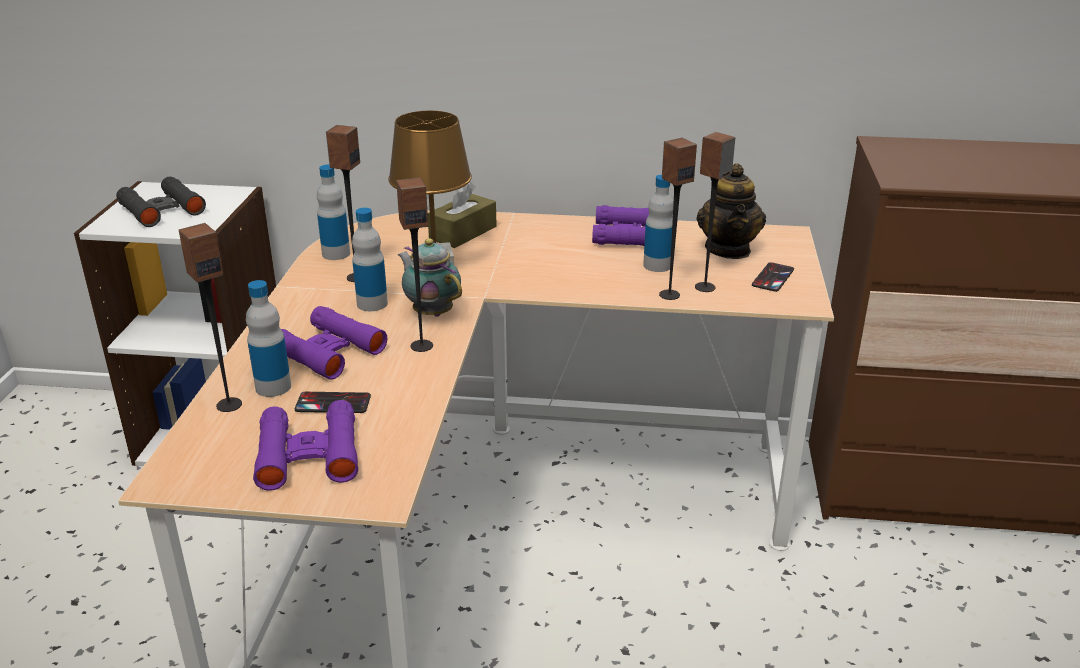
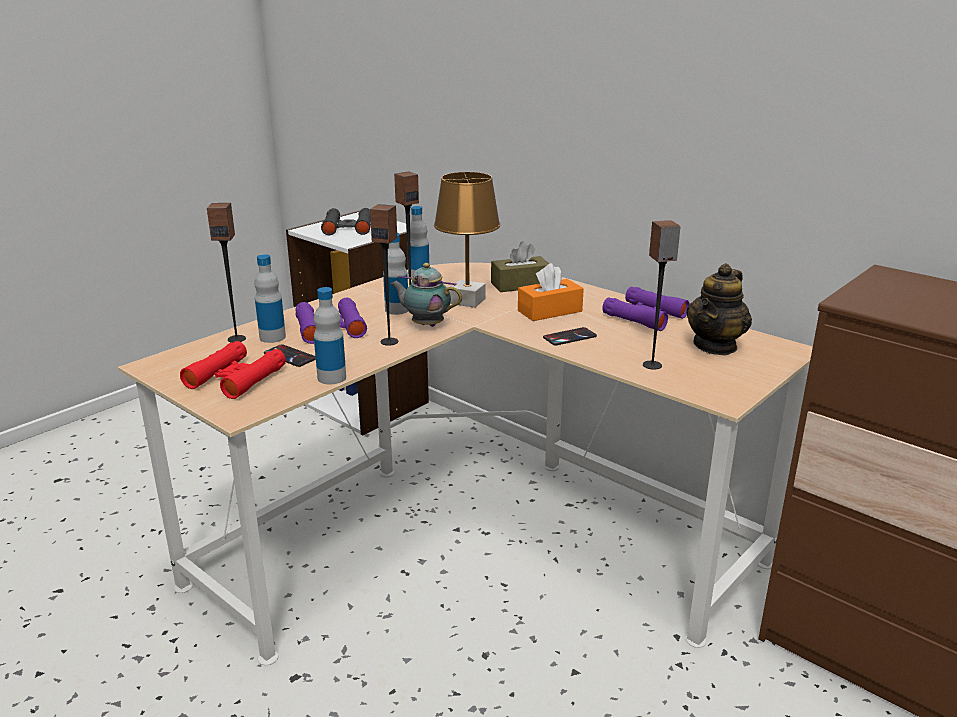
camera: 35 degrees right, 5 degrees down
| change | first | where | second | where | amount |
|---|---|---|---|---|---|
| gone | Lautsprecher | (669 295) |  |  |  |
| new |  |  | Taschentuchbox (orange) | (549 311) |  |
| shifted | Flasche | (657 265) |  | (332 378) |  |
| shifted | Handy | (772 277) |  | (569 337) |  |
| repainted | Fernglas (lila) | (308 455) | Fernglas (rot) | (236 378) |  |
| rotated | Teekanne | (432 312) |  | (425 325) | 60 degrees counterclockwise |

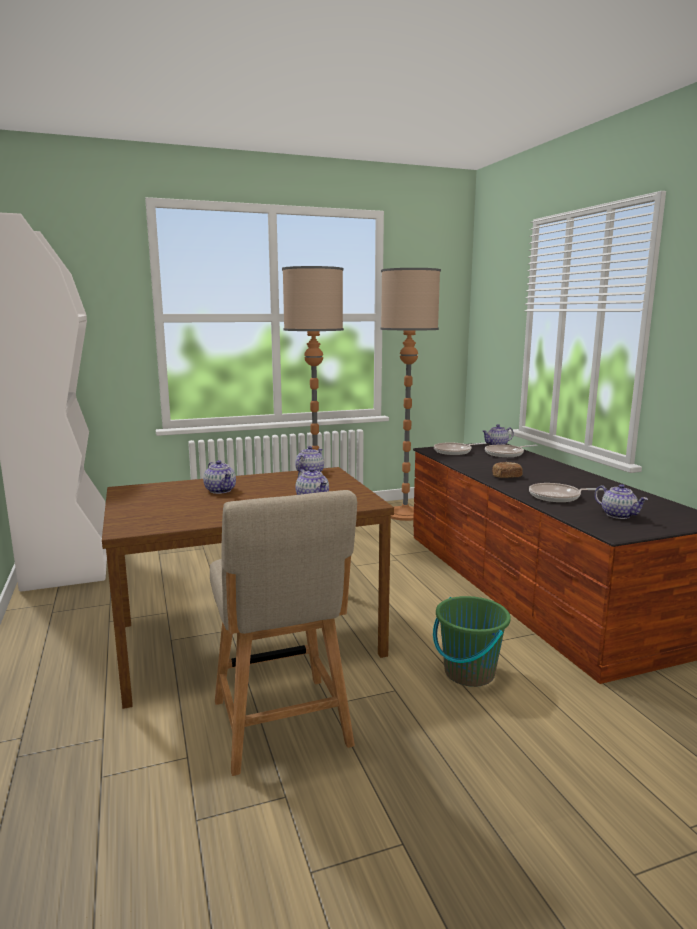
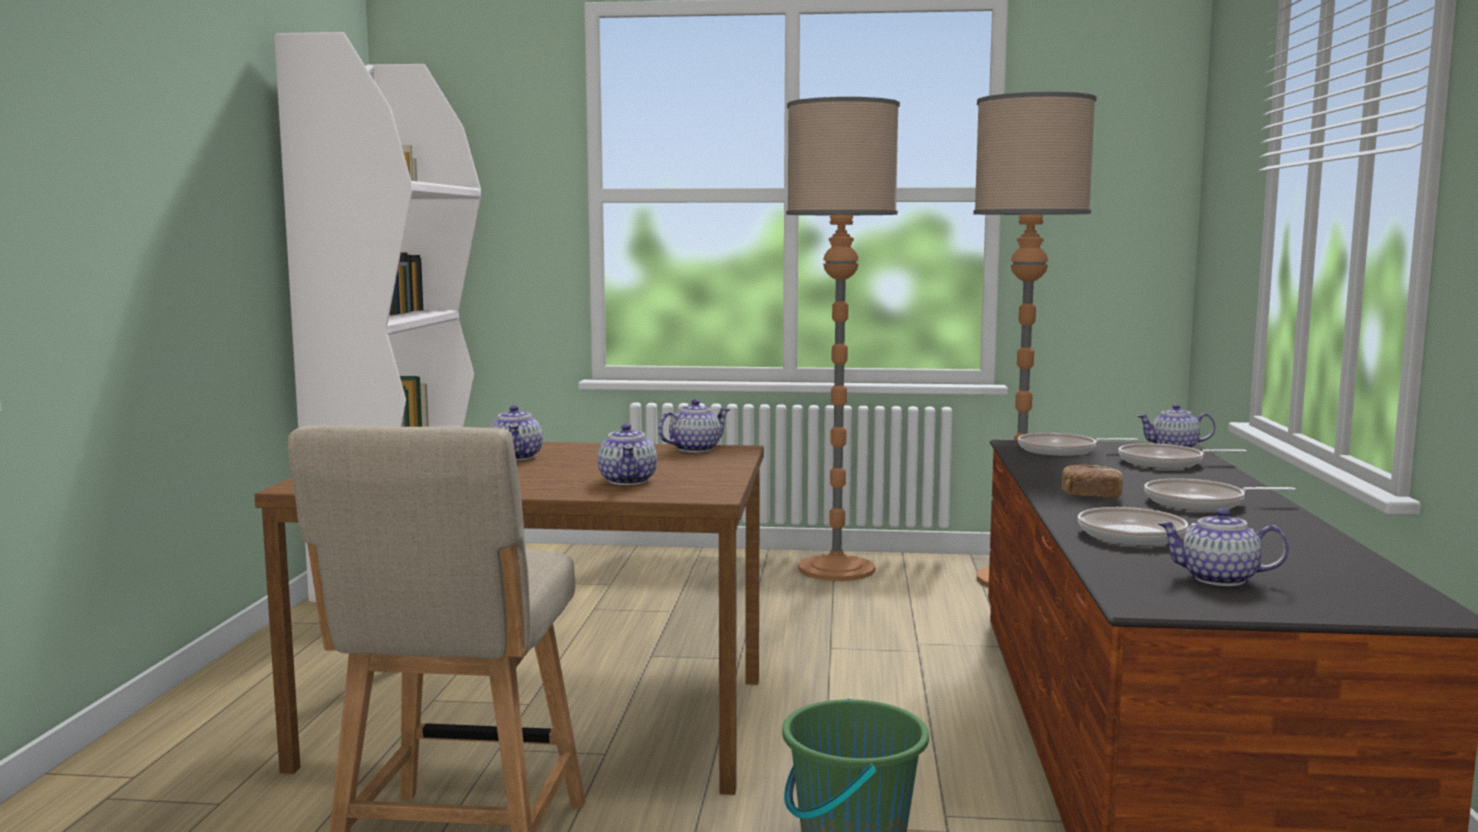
camera: 25 degrees right, 5 degrees down
| change | first | where | second | where | amount |
|---|---|---|---|---|---|
| new |  |  | Pfanne | (1200 503) |  |
| rotated | Teekanne | (618 515) |  | (1218 579) | 120 degrees clockwise |

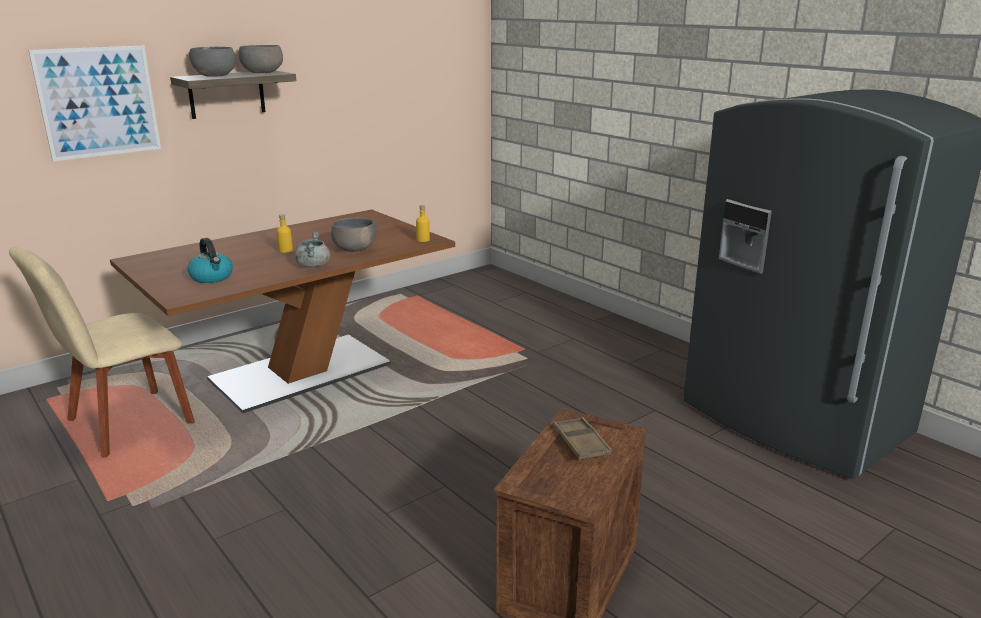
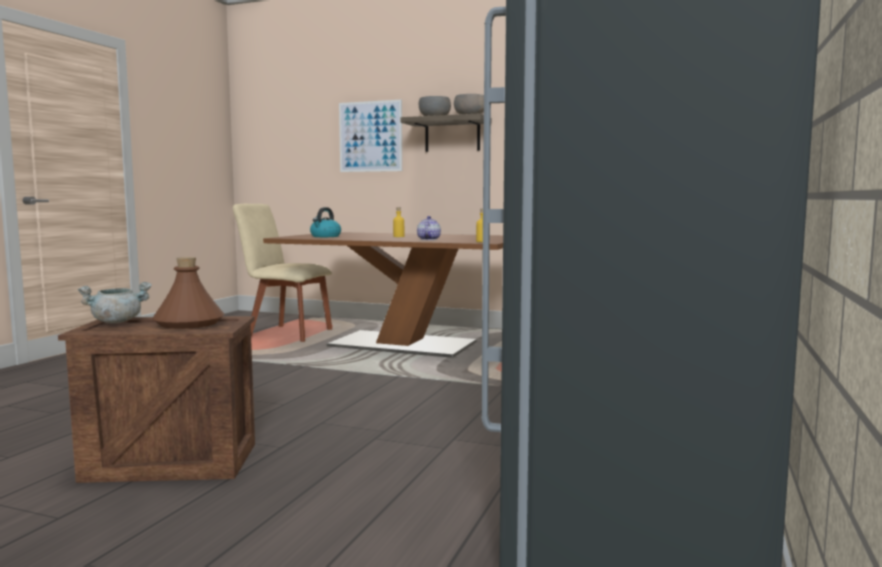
camera: 60 degrees right, 15 degrees down
| change | first | where | second | where | amount |
|---|---|---|---|---|---|
| shifted | Kochtopf (grau) | (313 265) |  | (117 322) |  |
| swapped | Schüssel (grau) | (354 249) | Teekanne | (428 239) |  |
| swapped | Tablett (braun) | (580 443) | Flasche (braun) | (189 323) |  |

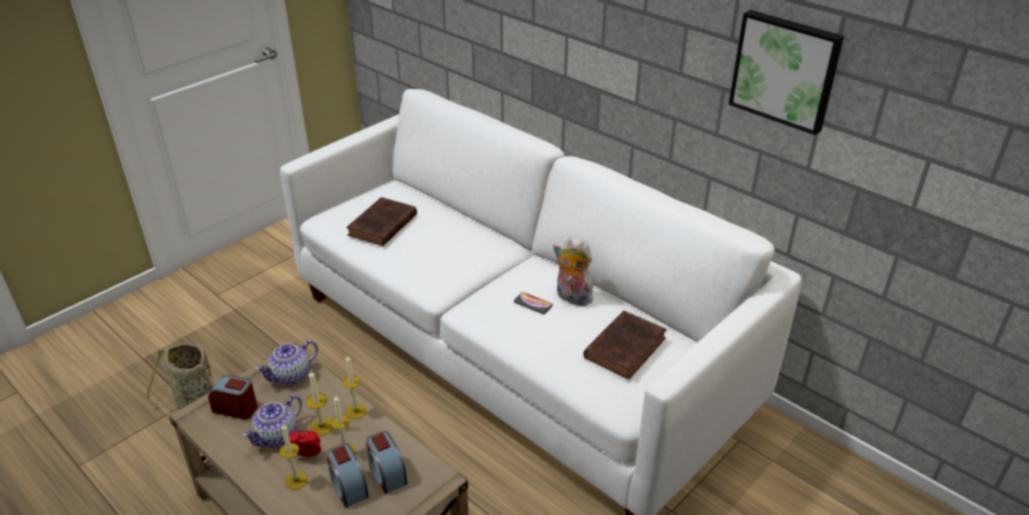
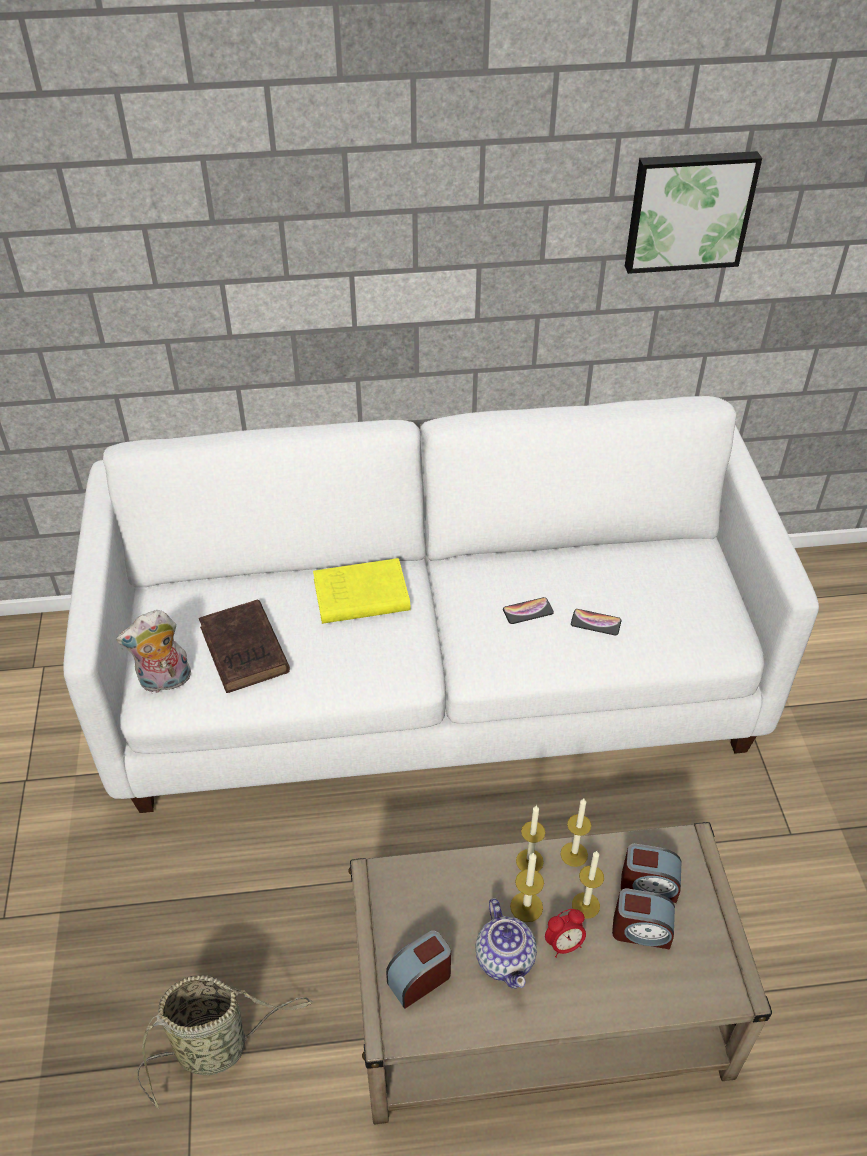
camera: 50 degrees left, 10 degrees up
| change | first | where | second | where | amount |
|---|---|---|---|---|---|
| gone | Teekanne | (291 375) |  |  |  |
| gone | Buch (braun) | (626 347) |  |  |  |
| new |  |  | Buch (gelb) | (358 596) |  |
| new |  |  | Handy | (595 623) |  |
| shifted | Kerze | (296 480) |  | (574 854) |  |
| shifted | Plüschtier | (572 298) |  | (164 682) |  |
| rotated | Wecker | (308 456) |  | (564 944) | 150 degrees counterclockwise |

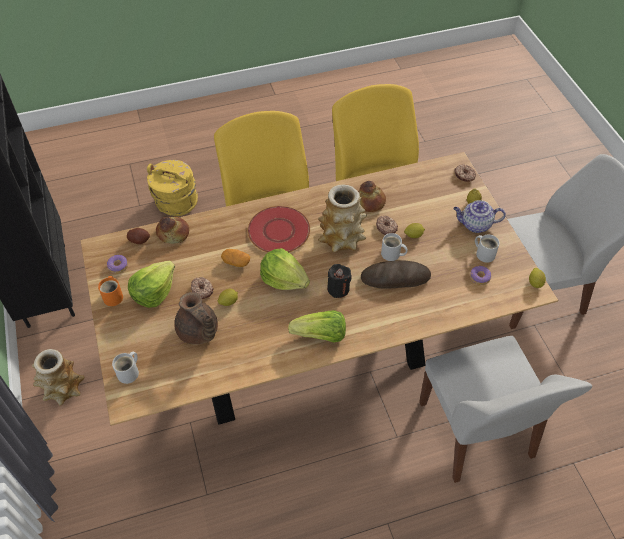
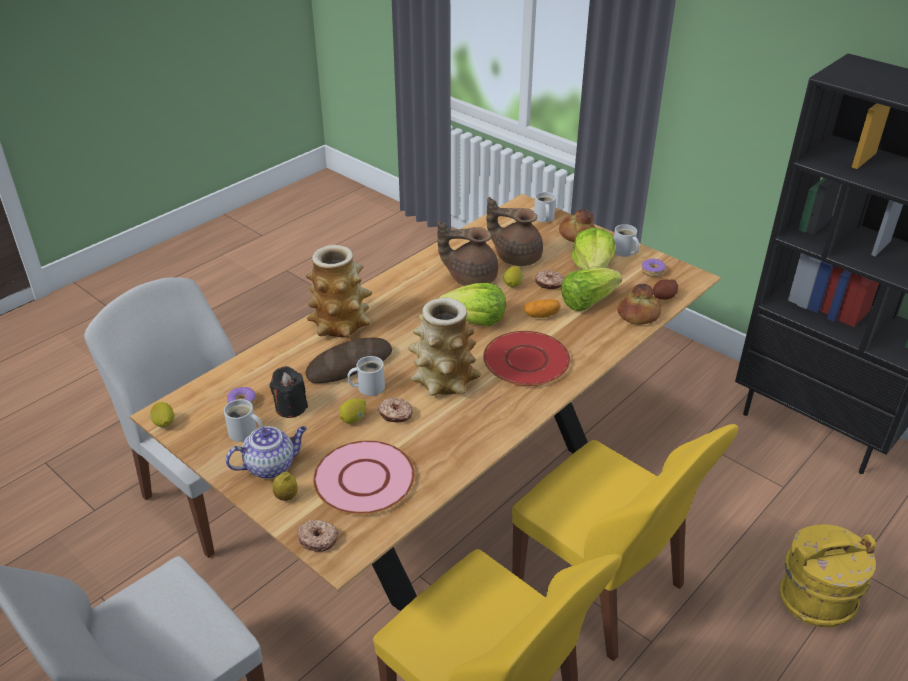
camera: 150 degrees right, 15 degrees down
| change | first | where | second | where | amount |
|---|---|---|---|---|---|
| new |  |  | Teller (rosa) | (363 479) |  |
| new |  |  | Teekanne (braun) | (470 277) |  |
| shifted | Vase | (63 388) |  | (341 324) |  |
| shifted | Salatkopf | (321 336) |  | (587 301) |  |
| shifted | Kerze (schwarz) | (338 289) |  | (291 407) |  |
| shifted | Brot | (371 202) |  | (576 235) |  |
| repainted | Henkelbecher (orange) | (114 296) | Henkelbecher (weiß) | (624 252) |  |

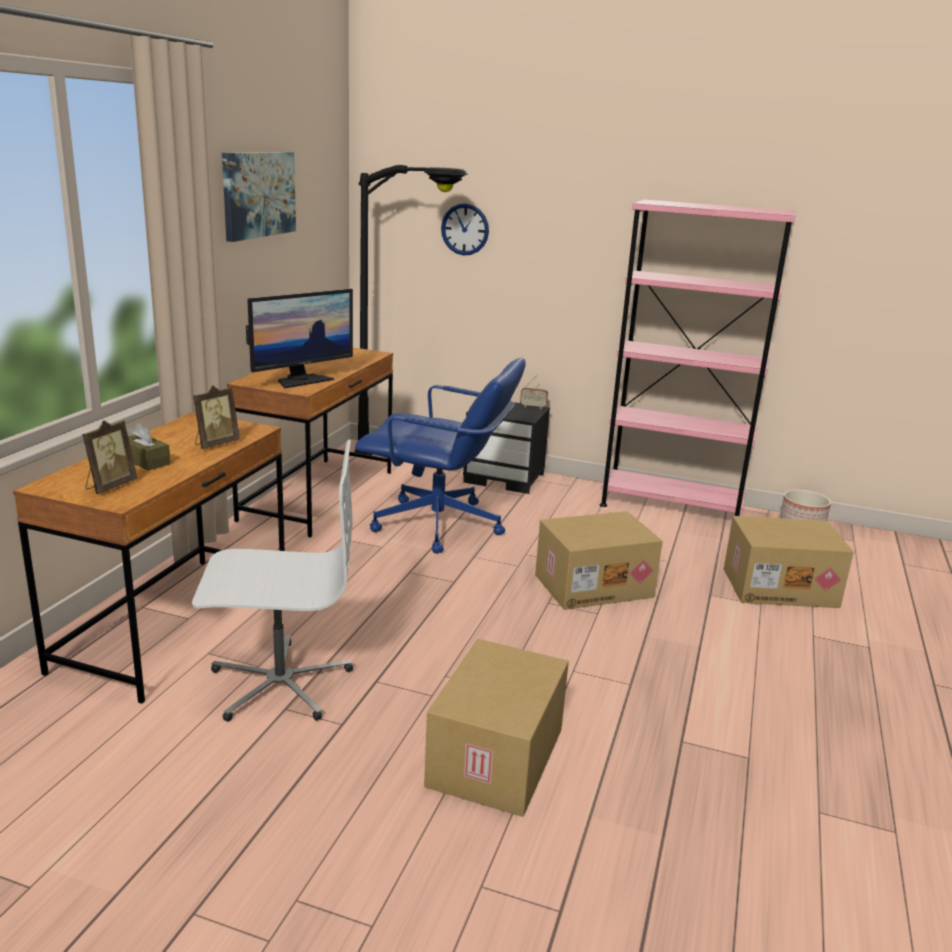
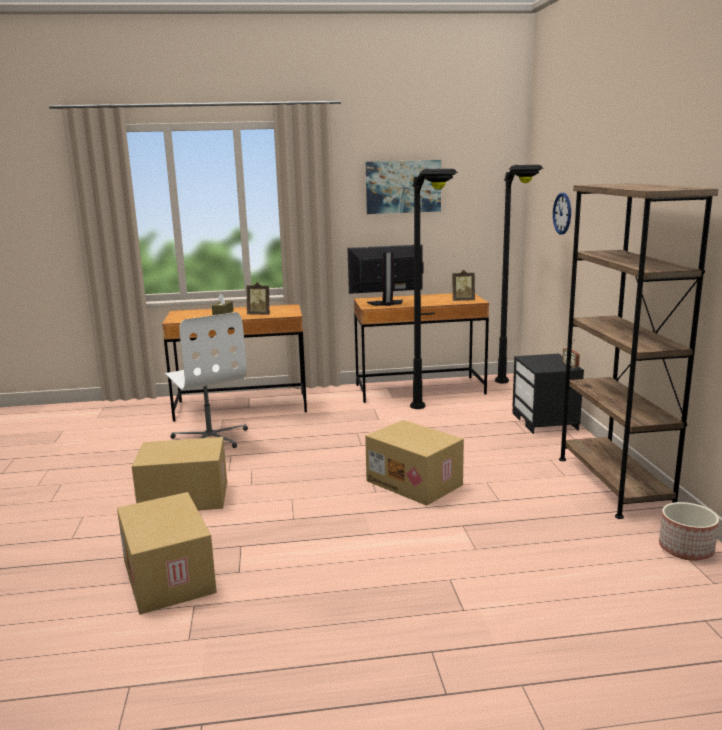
camera: 65 degrees right, 5 degrees down
| change | first | where | second | where | amount |
|---|---|---|---|---|---|
| shifted | Bilderrahmen | (109 486) |  | (463 300) |  |
| shifted | Karton | (780 587) |  | (170 576) |  |
| swapped | Bürostuhl (blau) | (439 526) | Stehlampe (schwarz) | (431 424) |  |
| repainted | Bücherregal (rosa) | (671 507) | Bücherregal (braun) | (613 483) |  |
| rotated | Monitor | (301 380) |  | (386 303) | 150 degrees clockwise |

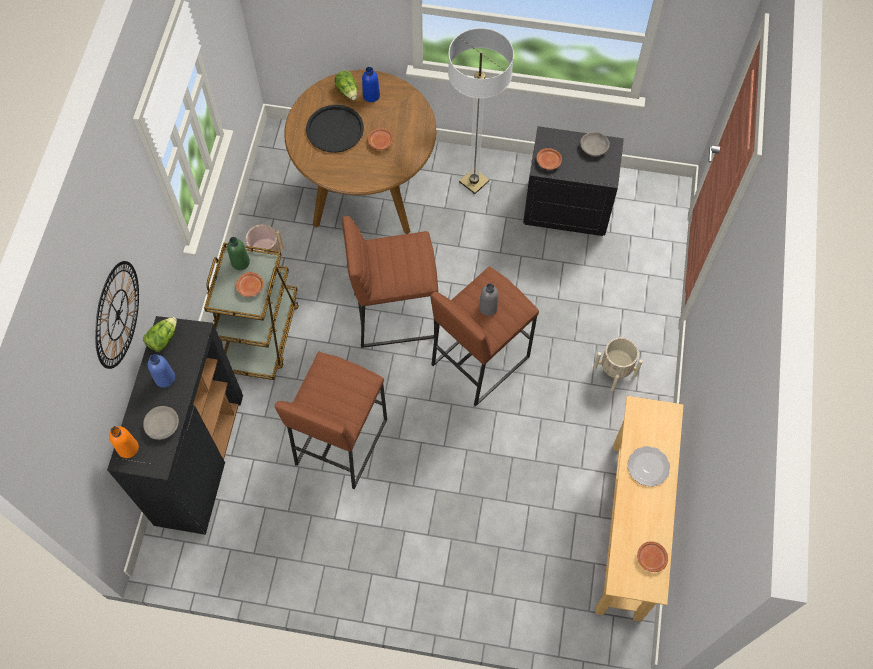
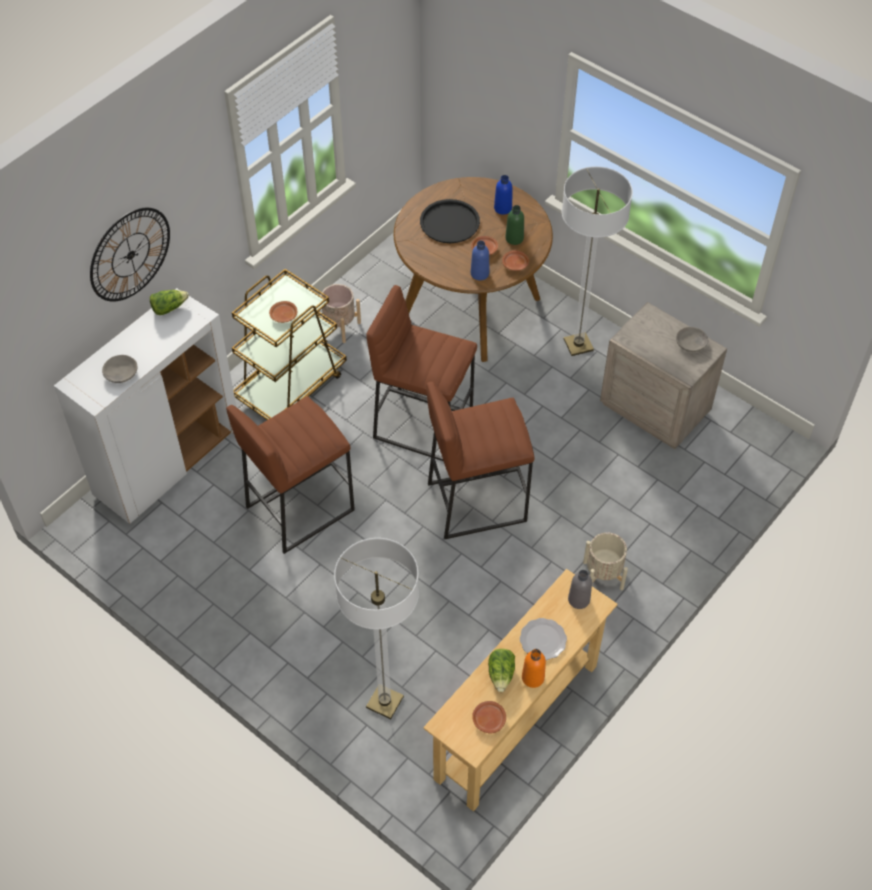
camera: 30 degrees right, 10 degrees down
| change | first | where | second | where | amount |
|---|---|---|---|---|---|
| new |  |  | Stehlampe | (385 702) |  |
| shifted | Flasche (orange) | (128 448) |  | (533 677) |  |
| shifted | Flasche (blau) | (165 378) |  | (479 273) |  |
| shifted | Flasche (grün) | (240 262) |  | (514 238) |  |
| shifted | Salatkopf | (348 91) |  | (501 674) |  |
| shifted | Flasche (grau) | (488 307) |  | (579 599) |  |
| shifted | Teller (braun) | (548 162) |  | (515 264) |  |
| repainted | Schrank (schwarz) | (199 459) | Schrank (weiß) | (168 461) |  |
| repainted | Nachttisch (schwarz) | (567 207) | Nachttisch (beige) | (655 408) |  |

